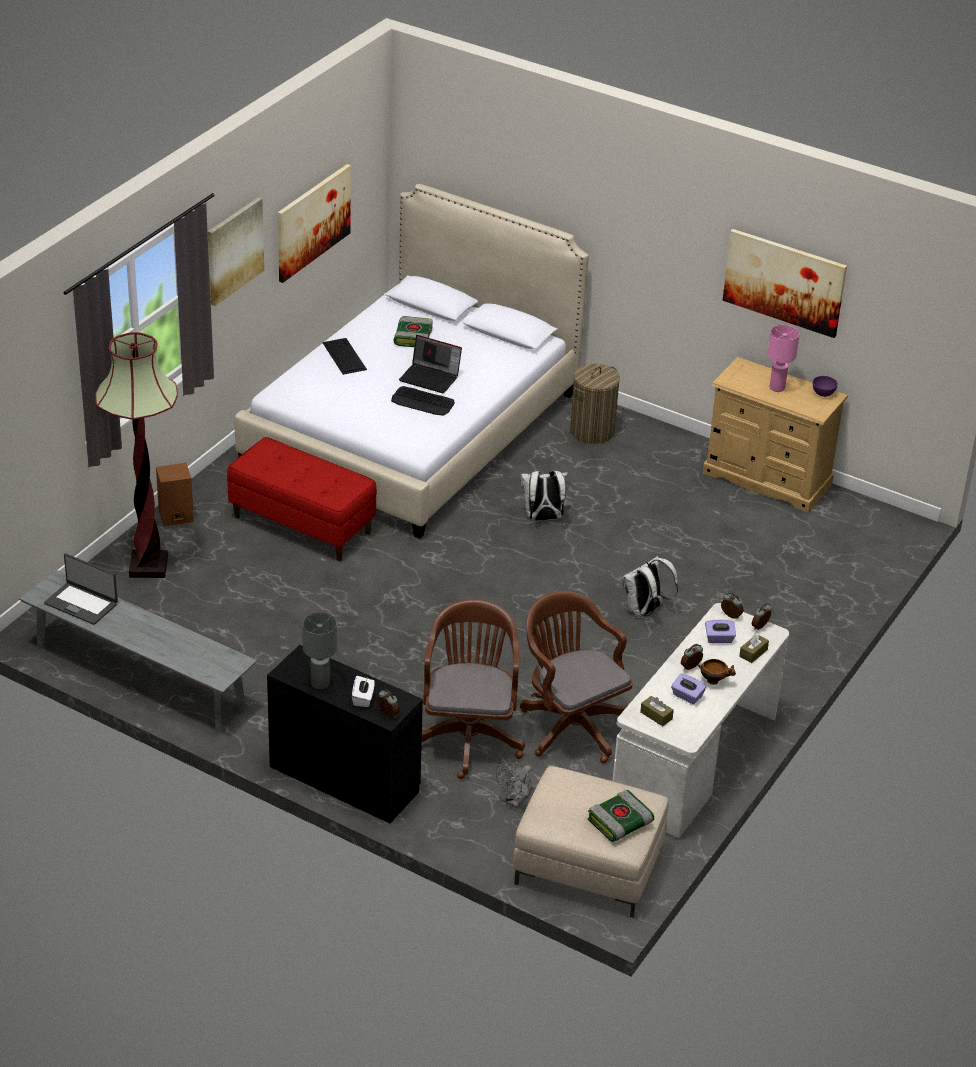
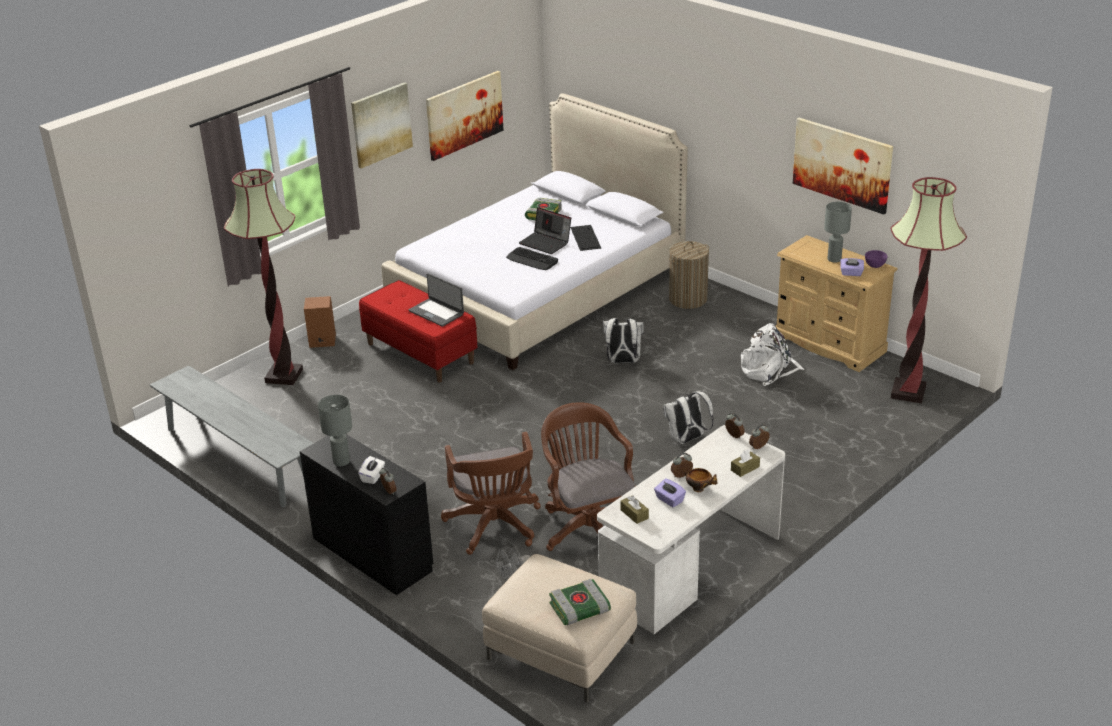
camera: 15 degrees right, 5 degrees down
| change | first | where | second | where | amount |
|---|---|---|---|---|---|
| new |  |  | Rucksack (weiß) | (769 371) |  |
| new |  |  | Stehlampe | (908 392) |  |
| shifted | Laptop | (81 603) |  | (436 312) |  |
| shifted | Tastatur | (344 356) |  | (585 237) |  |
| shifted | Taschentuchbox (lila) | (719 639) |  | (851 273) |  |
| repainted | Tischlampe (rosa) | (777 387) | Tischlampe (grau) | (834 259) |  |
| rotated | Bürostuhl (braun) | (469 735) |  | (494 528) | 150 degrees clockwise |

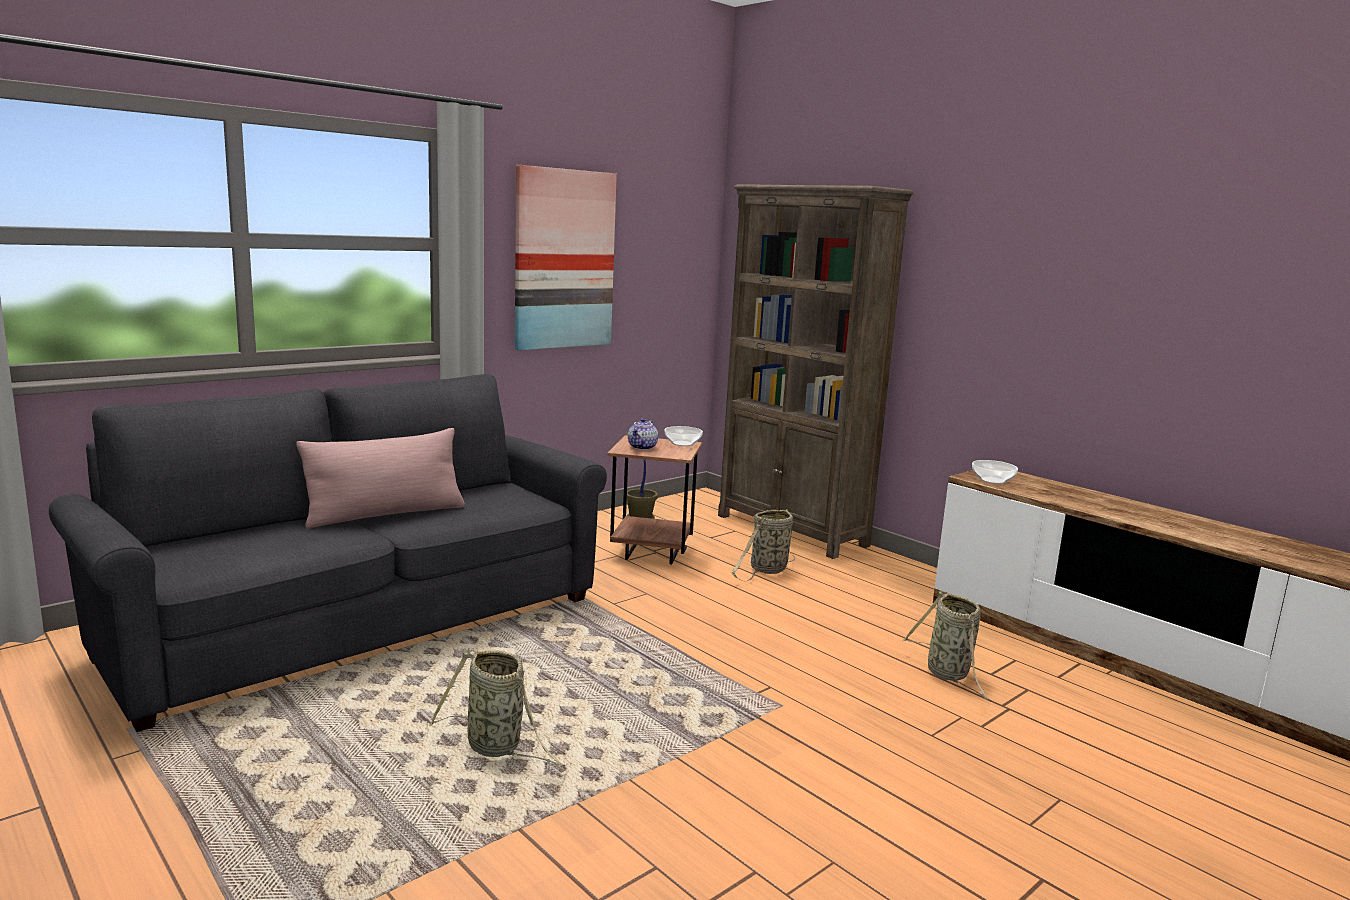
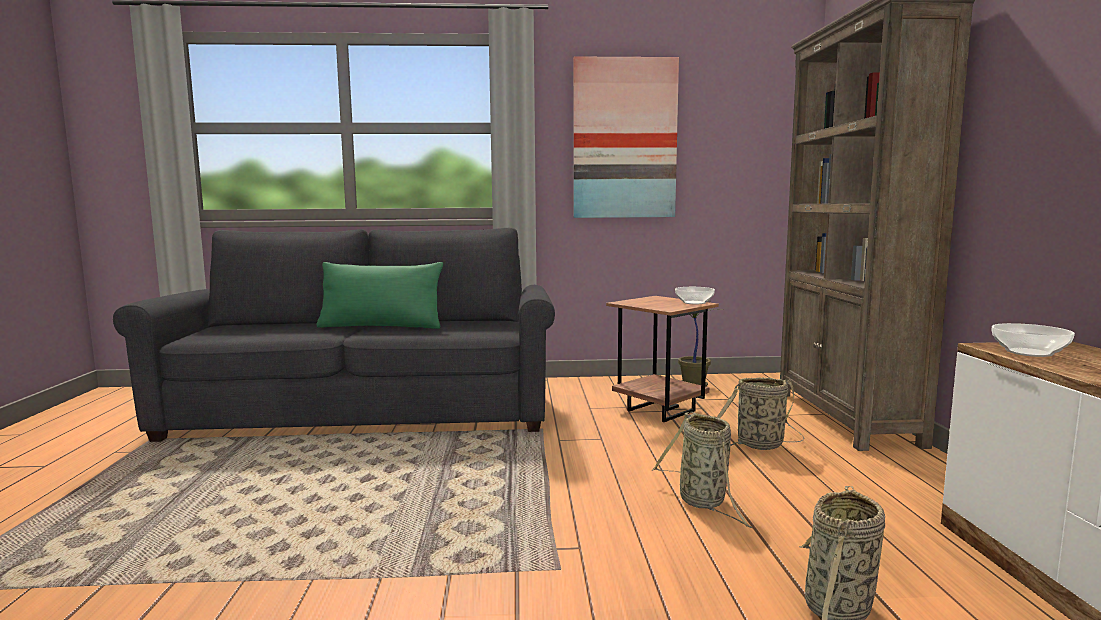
camera: 40 degrees right, 5 degrees down
| change | first | where | second | where | amount |
|---|---|---|---|---|---|
| gone | Teekanne | (643 447) |  |  |  |
| shifted | Korb | (497 747) |  | (704 502) |  |
| repainted | Kissen (rosa) | (385 514) | Kissen (grün) | (381 326) |  |

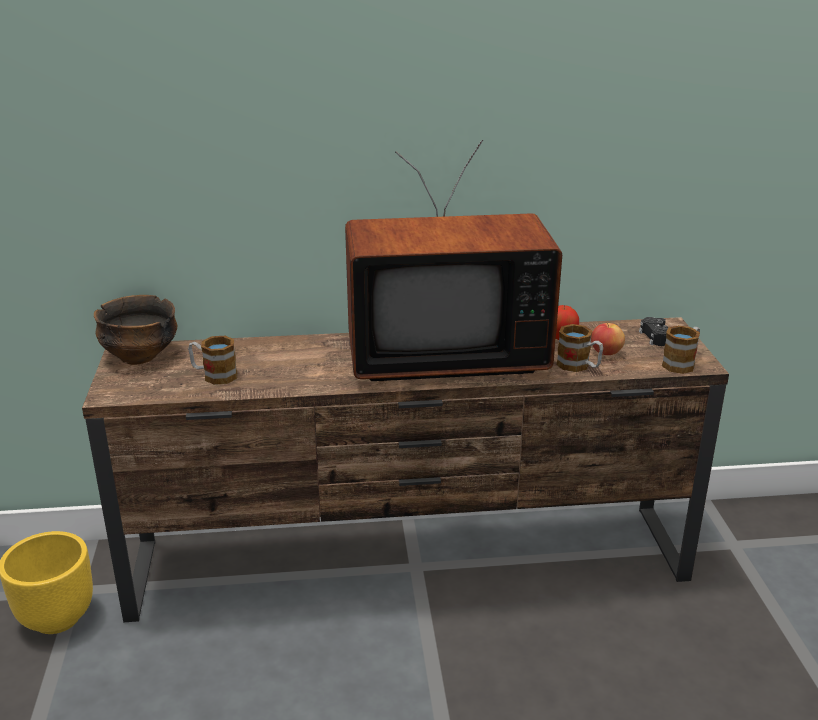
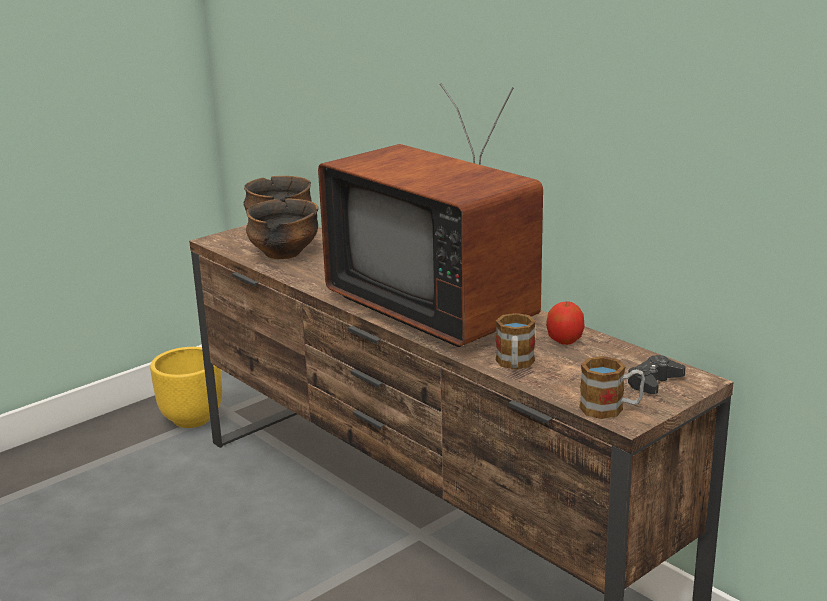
camera: 55 degrees right, 5 degrees down
| change | first | where | second | where | amount |
|---|---|---|---|---|---|
| gone | Apfel | (605 353) |  |  |  |
| swapped | Henkelbecher | (214 375) | Schüssel | (284 254) |  |

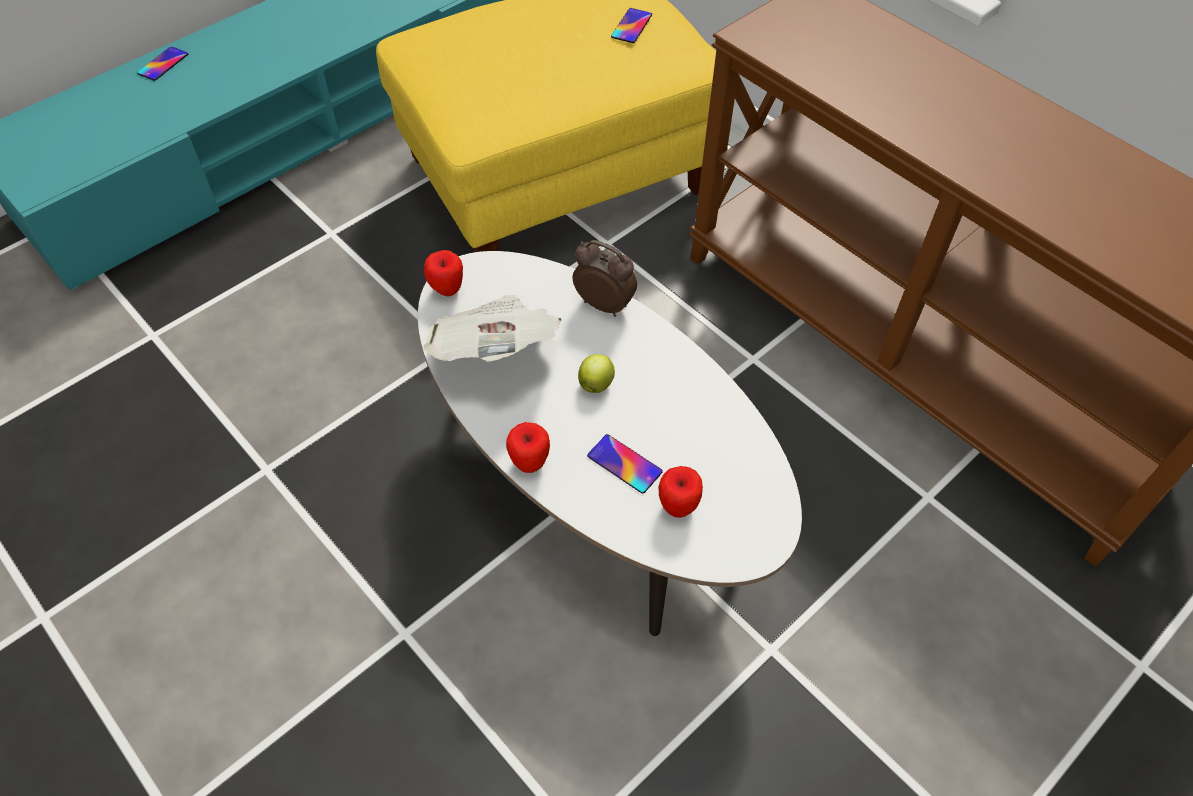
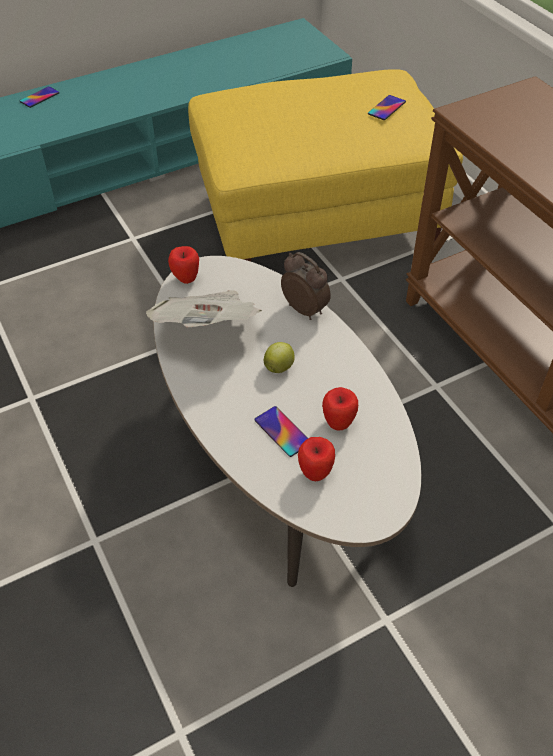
camera: 15 degrees right, 5 degrees down
| change | first | where | second | where | amount |
|---|---|---|---|---|---|
| shifted | Apfel | (529 463) |  | (338 423) |  |

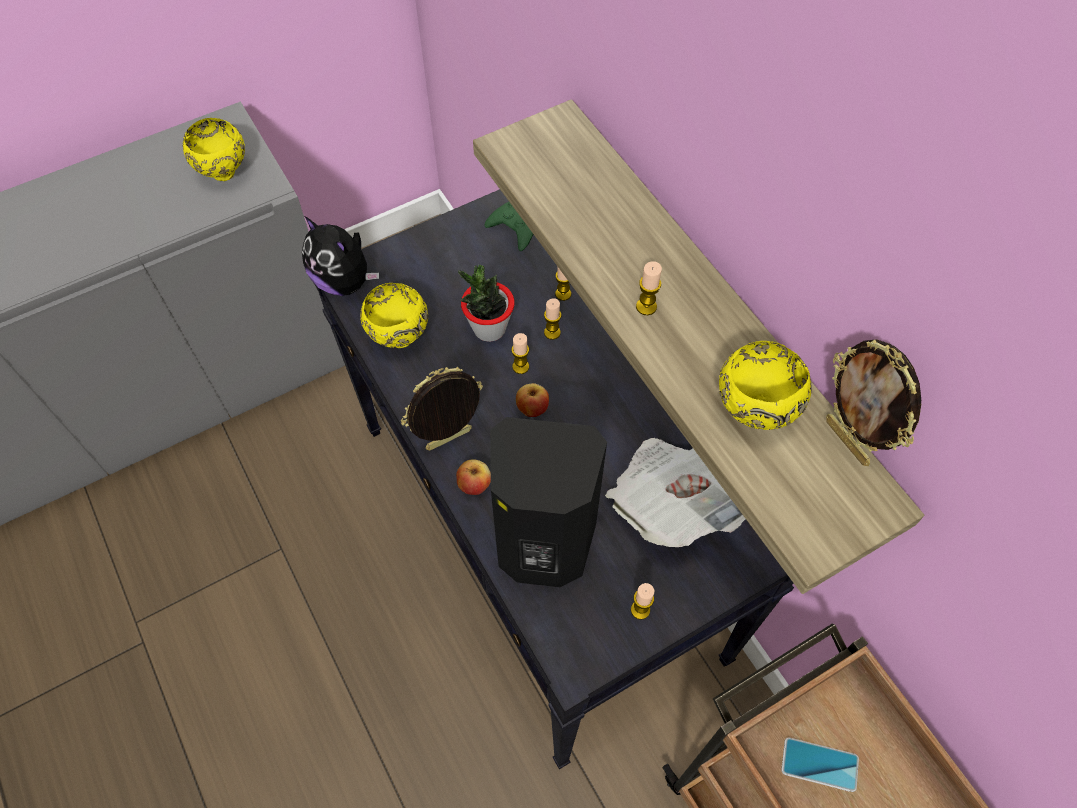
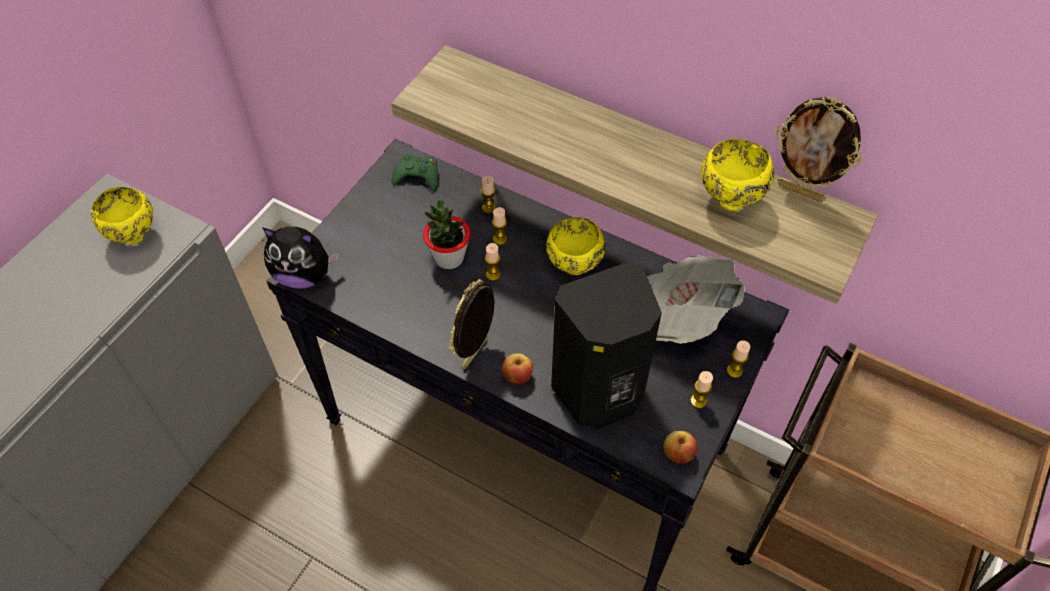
camera: 30 degrees left, 5 degrees down
| change | first | where | second | where | amount |
|---|---|---|---|---|---|
| gone | Handy | (819 764) |  |  |  |
| shifted | Schüssel (gelb) | (398 338) |  | (573 267) |  |
| shifted | Apfel | (532 408) |  | (678 454) |  |
| shifted | Kerze | (646 306) |  | (734 371) |  |

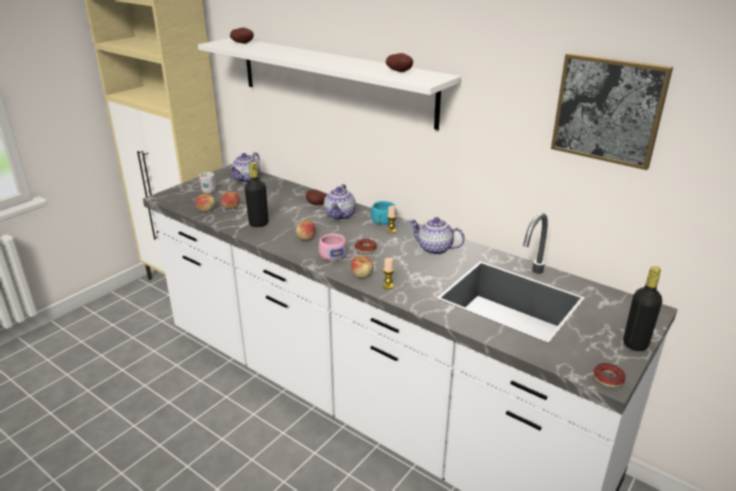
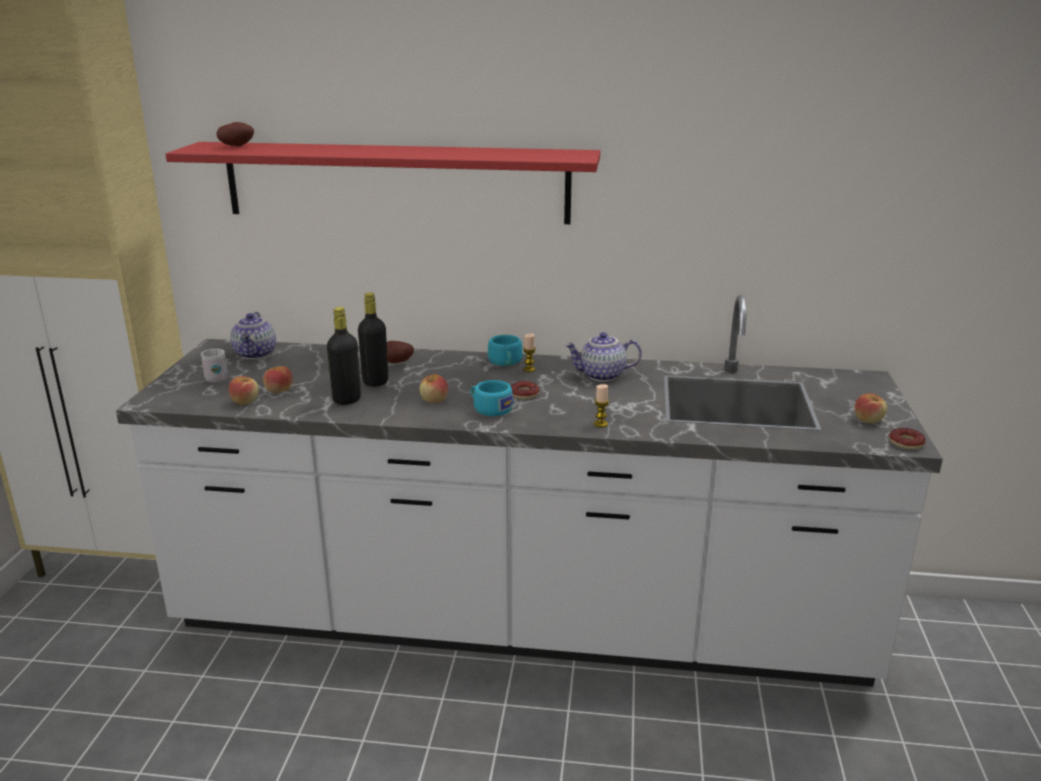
camera: 30 degrees left, 5 degrees down
| change | first | where | second | where | amount |
|---|---|---|---|---|---|
| gone | Teekanne | (340 216) |  |  |  |
| gone | Kartoffel | (400 72) |  |  |  |
| gone | Bild | (608 110) |  |  |  |
| shifted | Apfel | (362 275) |  | (868 420) |  |
| shifted | Flasche (schwarz) | (635 344) |  | (375 382) |  |
| repainted | Wandregal (weiß) | (333 80) | Wandregal (rot) | (396 182) |  |
| repainted | Tasse (rosa) | (331 253) | Tasse (türkis) | (489 408) |  |

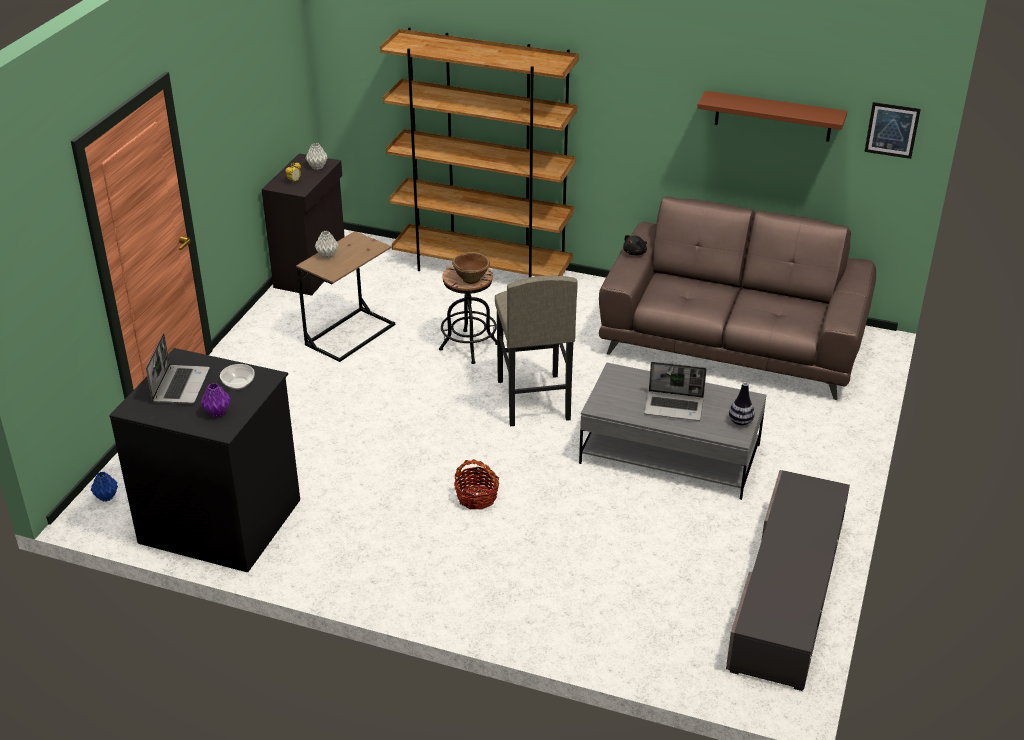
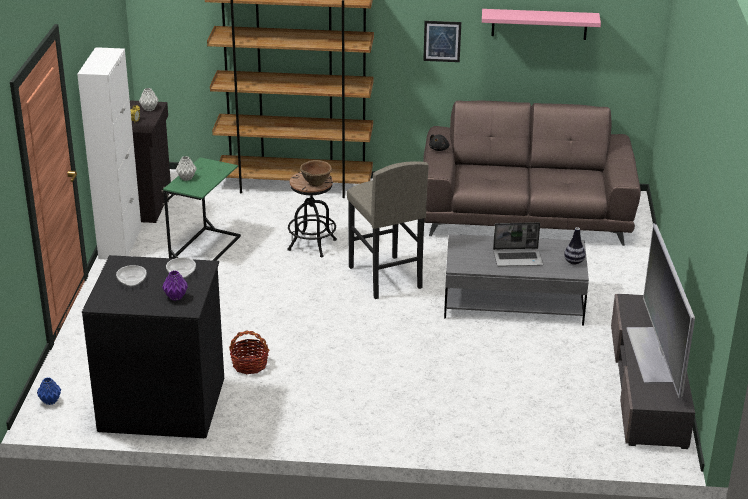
camera: 15 degrees left, 5 degrees down
| change | first | where | second | where | amount |
|---|---|---|---|---|---|
| new |  |  | Schrank (weiß) | (120 243) |  |
| new |  |  | Fernseher | (651 355) |  |
| shifted | Korb | (476 497) |  | (249 365) |  |
| shifted | Bild | (892 130) |  | (442 41) |  |
| swapped | Laptop | (180 385) | Schüssel | (131 281) |  |
| repainted | Beistelltisch (braun) | (350 334) | Beistelltisch (grün) | (205 248) |  |
| repainted | Wandregal (braun) | (773 116) | Wandregal (rosa) | (539 24) |  |

